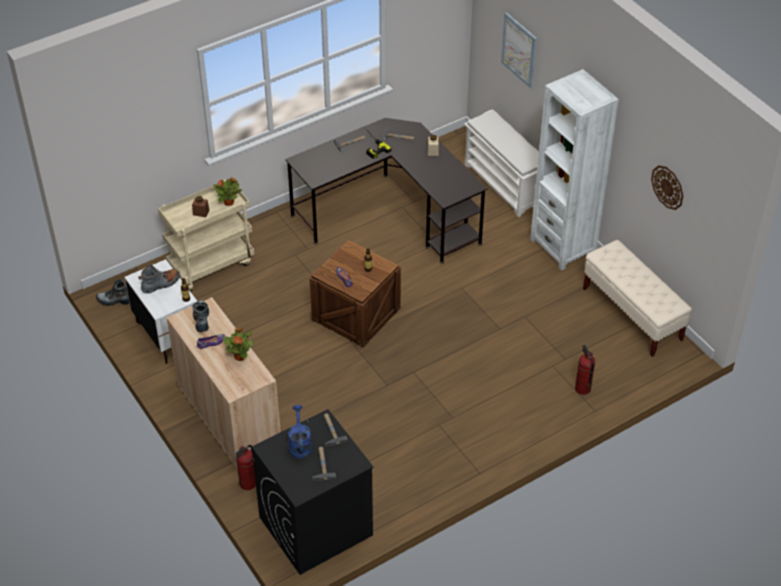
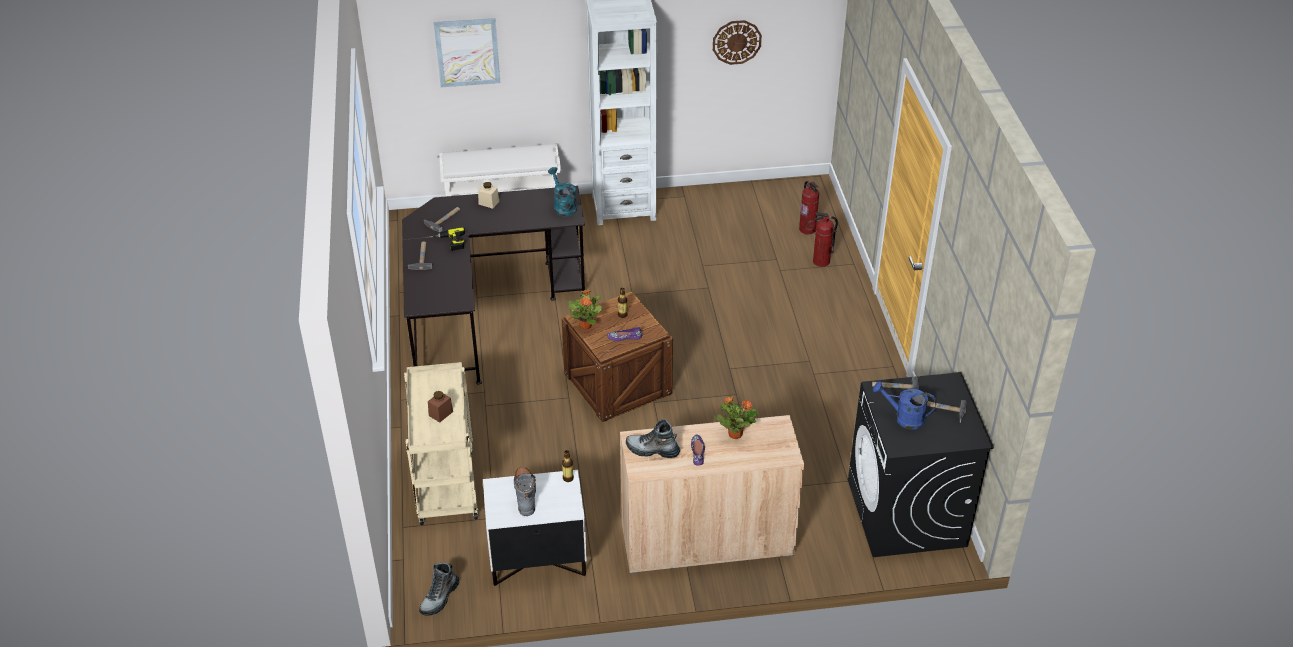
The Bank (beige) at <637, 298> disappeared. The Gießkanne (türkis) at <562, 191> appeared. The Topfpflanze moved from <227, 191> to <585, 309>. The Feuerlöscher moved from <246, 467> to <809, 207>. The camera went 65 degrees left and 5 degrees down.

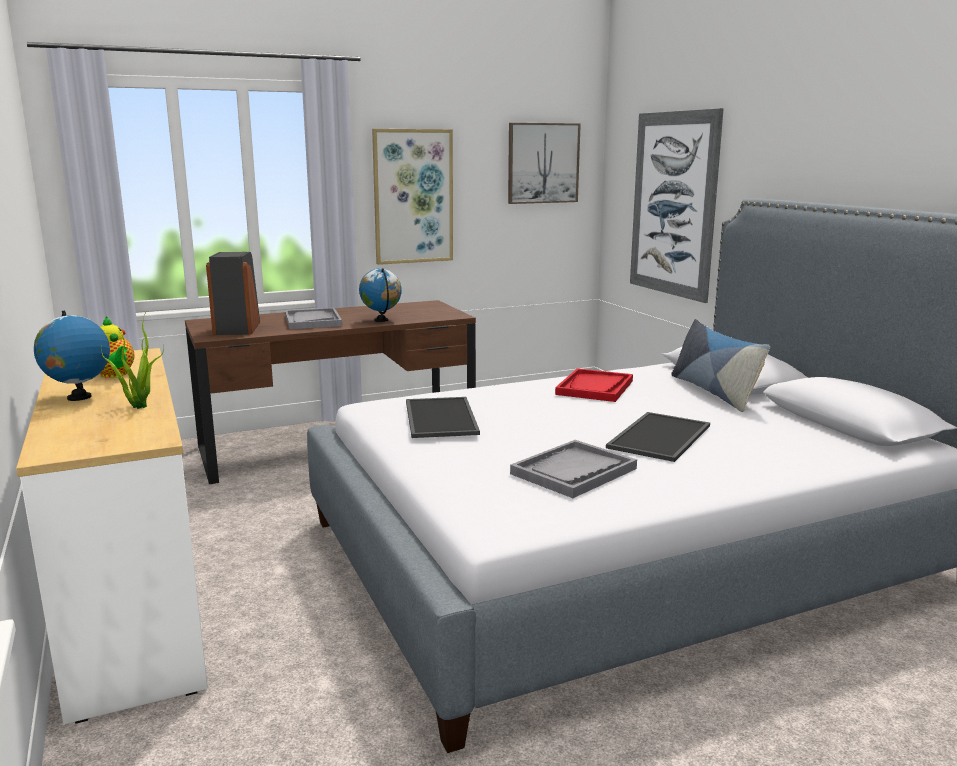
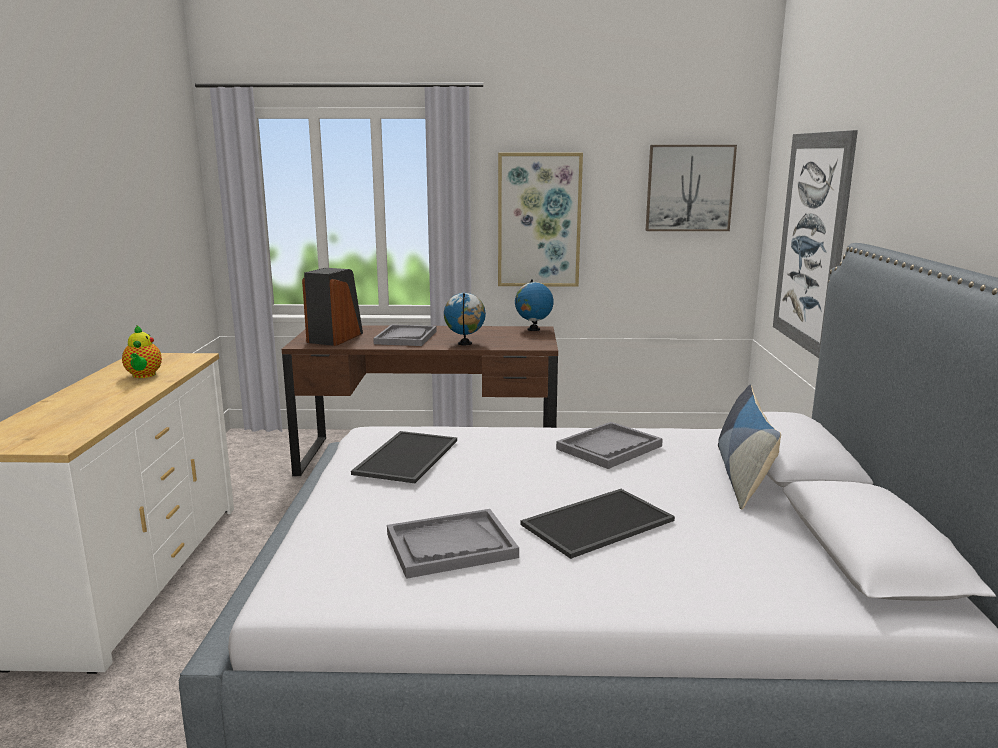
The Topfpflanze at <132, 360> disappeared. The Globus moved from <72, 356> to <534, 305>. The Tablett (rot) at <594, 385> became the Tablett (grau) at <609, 445>. The camera went 25 degrees right and 0 degrees up.

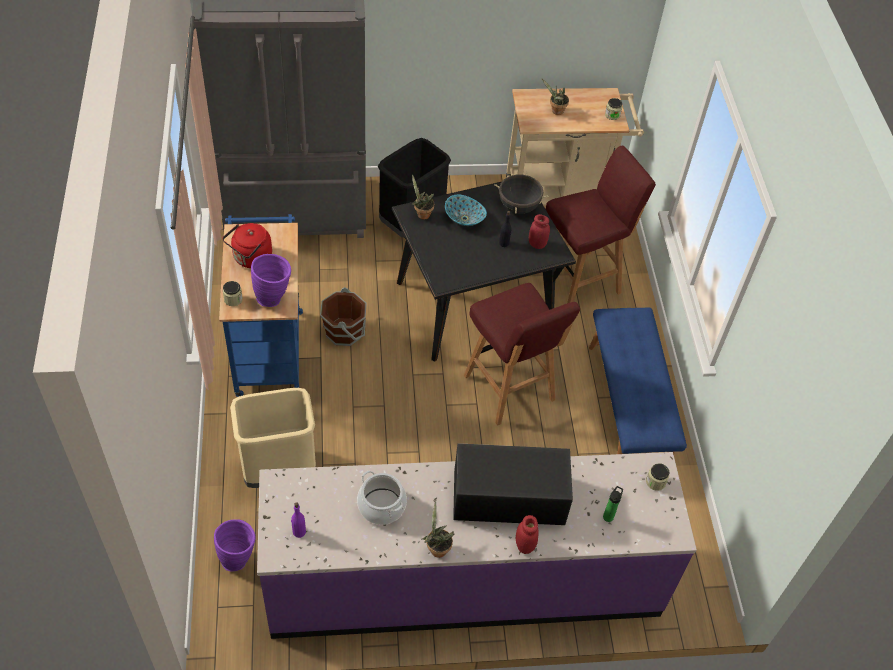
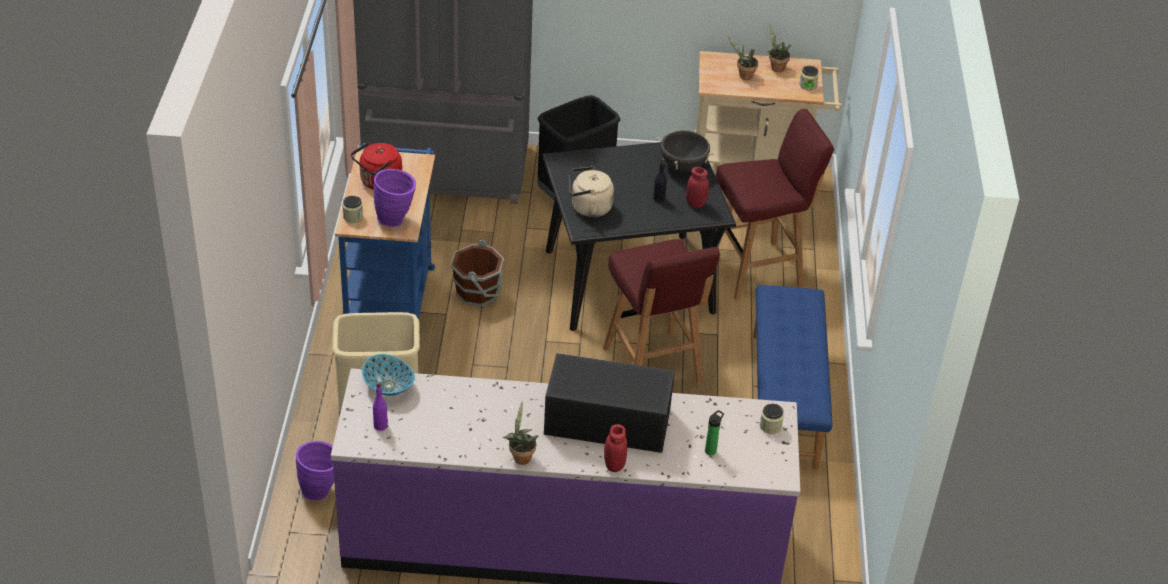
The Kochtopf at <382, 498> disappeared. The Wasserkessel (beige) at <592, 192> appeared. The Topfpflanze moved from <423, 197> to <779, 48>. The Schüssel moved from <466, 210> to <388, 375>. The camera went 10 degrees right and 10 degrees down.

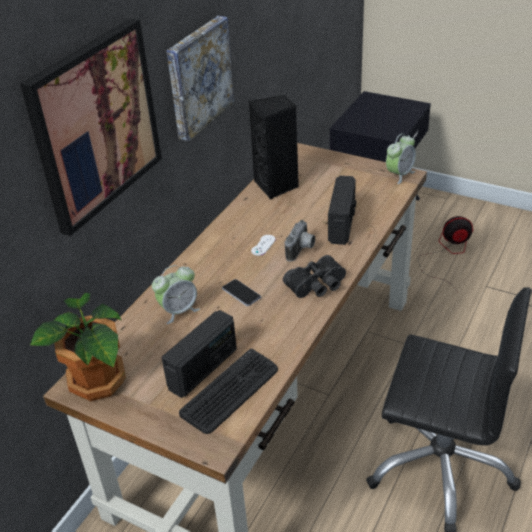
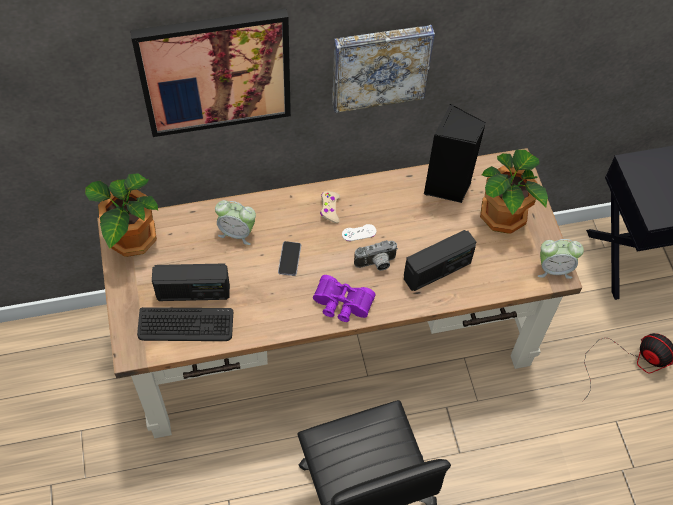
The Gamepad (beige) at <330, 207> appeared. The Topfpflanze at <514, 192> appeared. The Fernglas (schwarz) at <314, 276> became the Fernglas (lila) at <344, 298>. The camera went 45 degrees right and 20 degrees up.

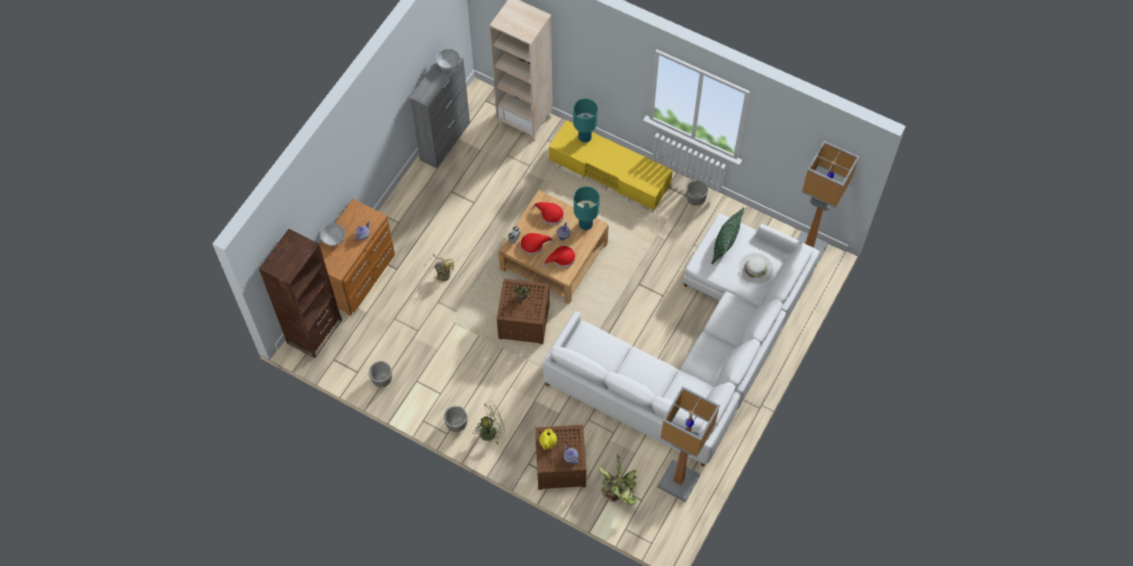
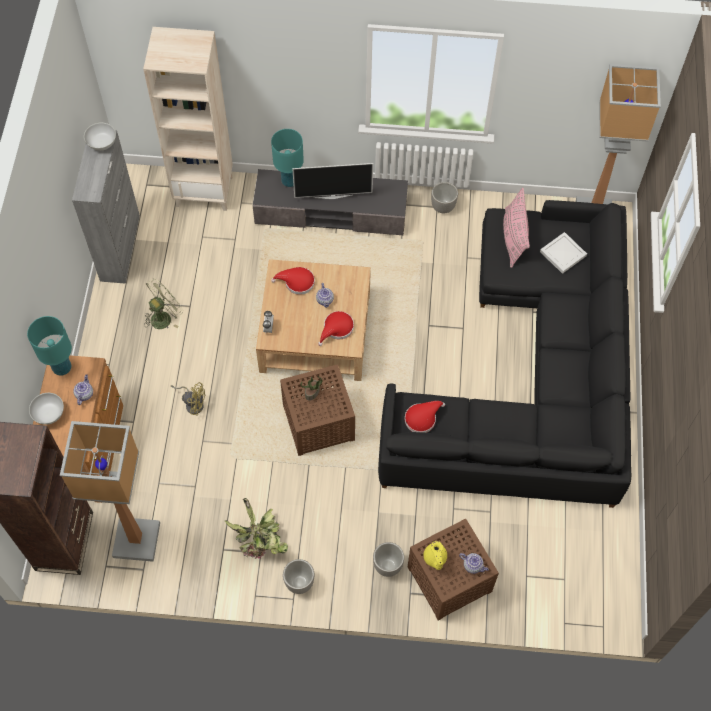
The Fernseher at <332, 181> appeared. The Pflanzkübel moved from <380, 374> to <388, 559>. The Ventilator (grün) moved from <489, 423> to <163, 304>. The Hut (rot) moved from <537, 244> to <425, 417>. The Tischlampe (türkis) moved from <586, 208> to <49, 346>. The Topfpflanze moved from <617, 480> to <256, 528>. The Stehlampe moved from <688, 444> to <110, 491>. The Hut (weiß) at <756, 268> was replaced by the Tablett (weiß) at <563, 253>. The Sofa (weiß) at <681, 340> became the Sofa (schwarz) at <504, 354>. The Fernsehschrank (gelb) at <611, 165> became the Fernsehschrank (grau) at <330, 202>. The Kissen (grün) at <728, 235> became the Kissen (rosa) at <516, 227>. The camera went 25 degrees left and 0 degrees up.

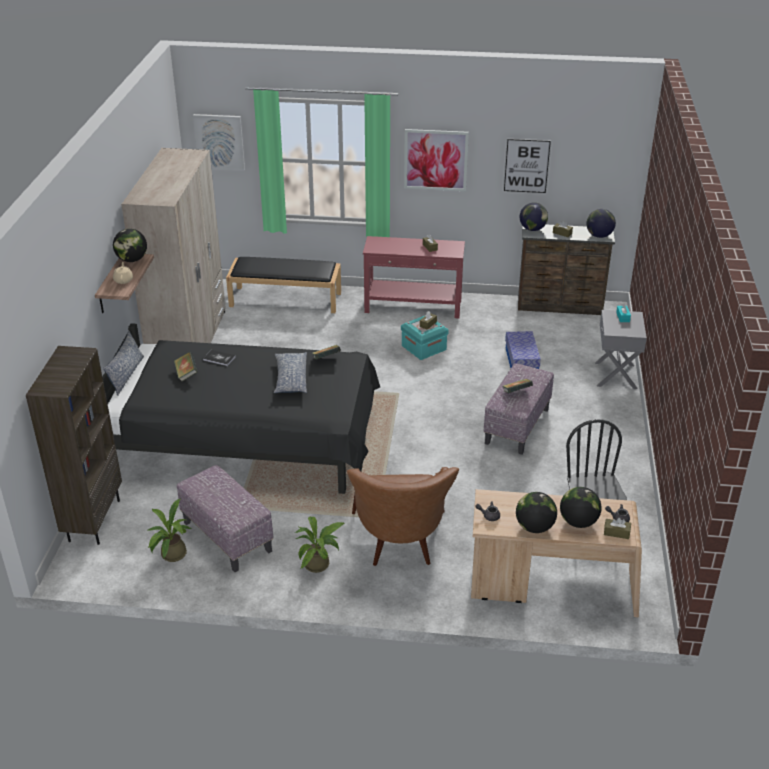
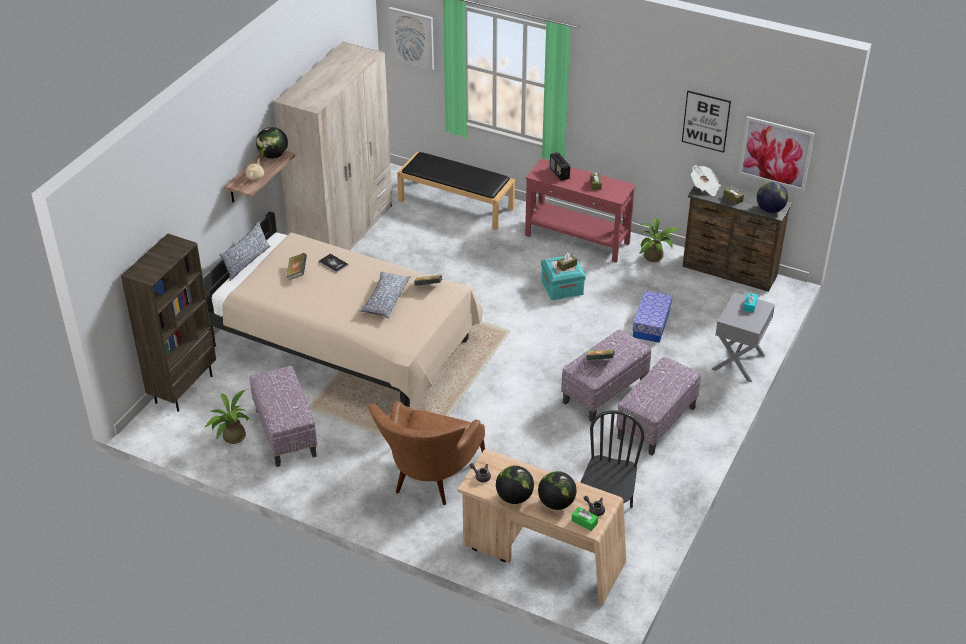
The Radio at <560, 166> appeared. The Polsterhocker at <658, 406> appeared. The Topfpflanze moved from <319, 544> to <659, 240>. The Bild moved from <436, 160> to <776, 153>. The Globus at <534, 216> was replaced by the Zeitung at <706, 180>. The Bett (schwarz) at <241, 408> became the Bett (beige) at <343, 310>. The Taschentuchbox (braun) at <617, 528> became the Taschentuchbox (grün) at <584, 519>. The camera went 20 degrees right and 5 degrees up.

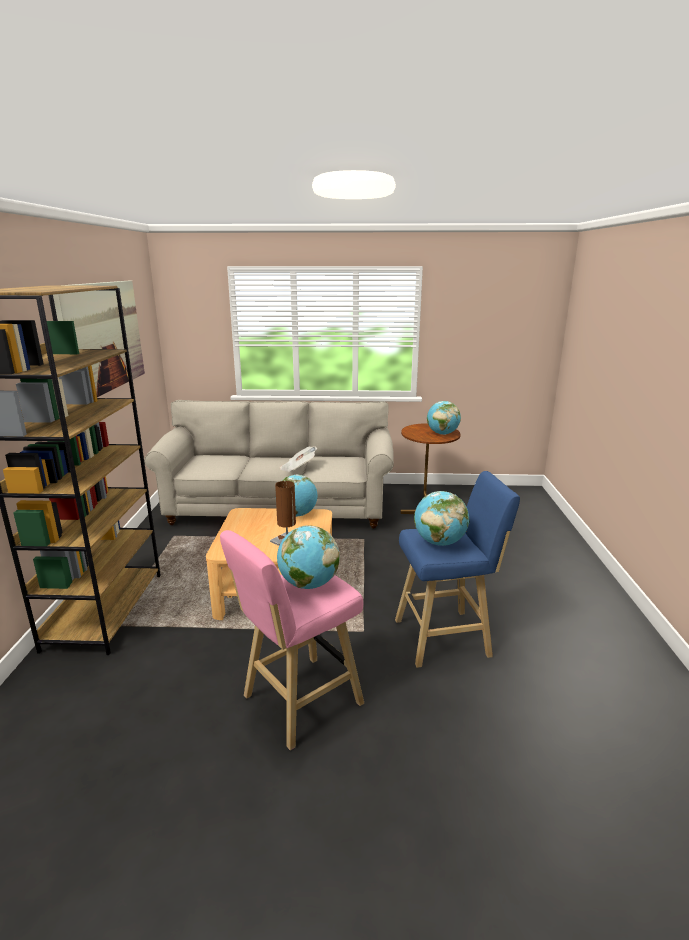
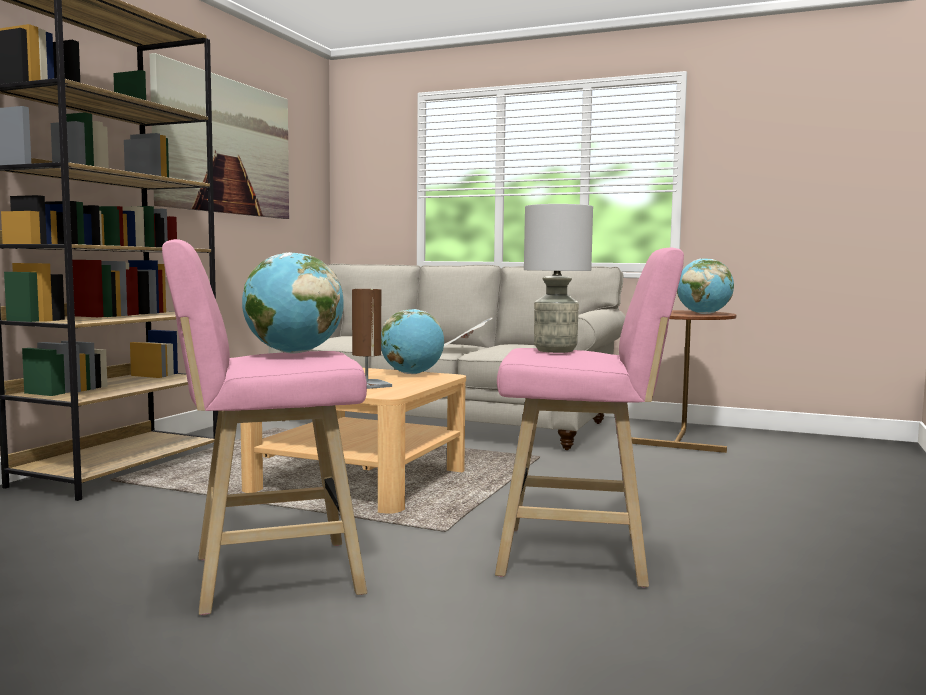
The Globus at <441, 518> was replaced by the Tischlampe (grau) at <558, 278>. The Hocker (blau) at <457, 569> became the Hocker (rosa) at <589, 418>. The camera went 20 degrees right and 15 degrees down.

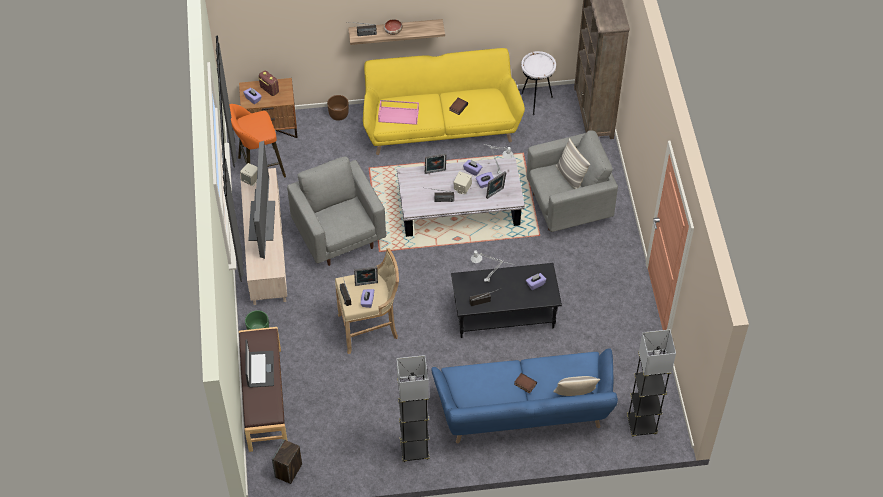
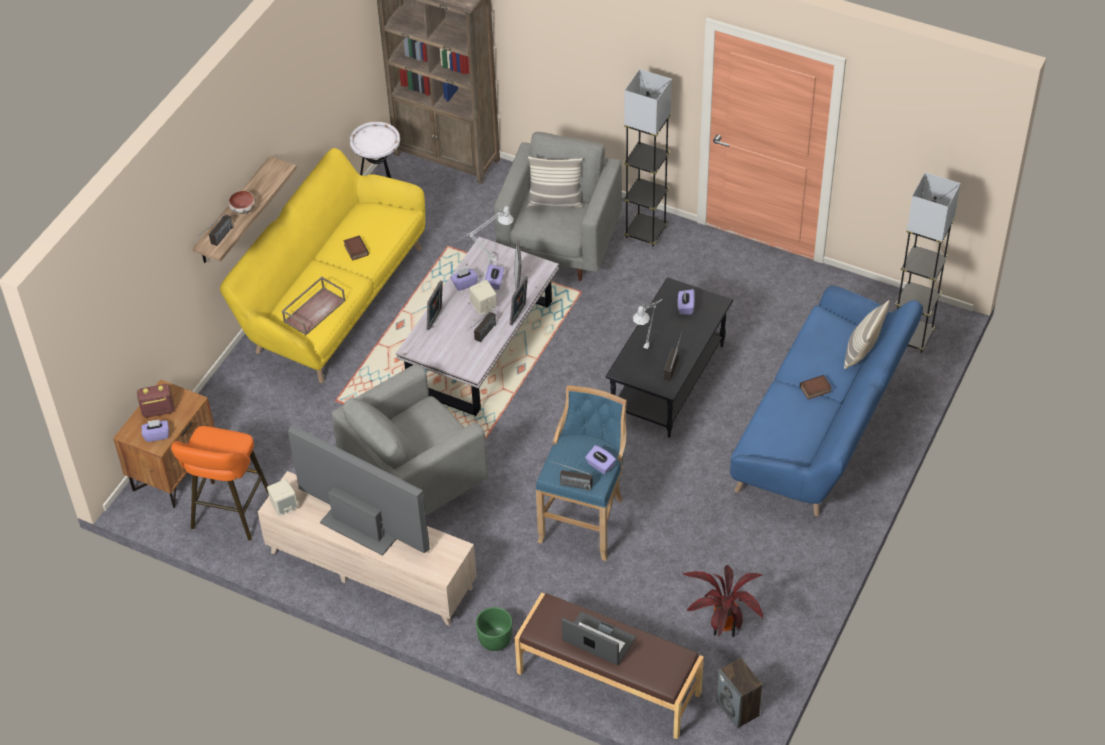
The Pflanzkübel (braun) at <338, 108> disappeared. The Topfpflanze at <723, 601> appeared. The Bilderrahmen moved from <366, 276> to <519, 300>. The Stehlampe (grau) moved from <413, 408> to <648, 158>. The Hocker (beige) at <367, 301> became the Hocker (blau) at <581, 473>. The Tablett (rosa) at <398, 112> became the Tablett (braun) at <314, 306>. The Sessel (grau) at <336, 211> turned 45 degrees counterclockwise. The camera went 55 degrees left and 5 degrees down.

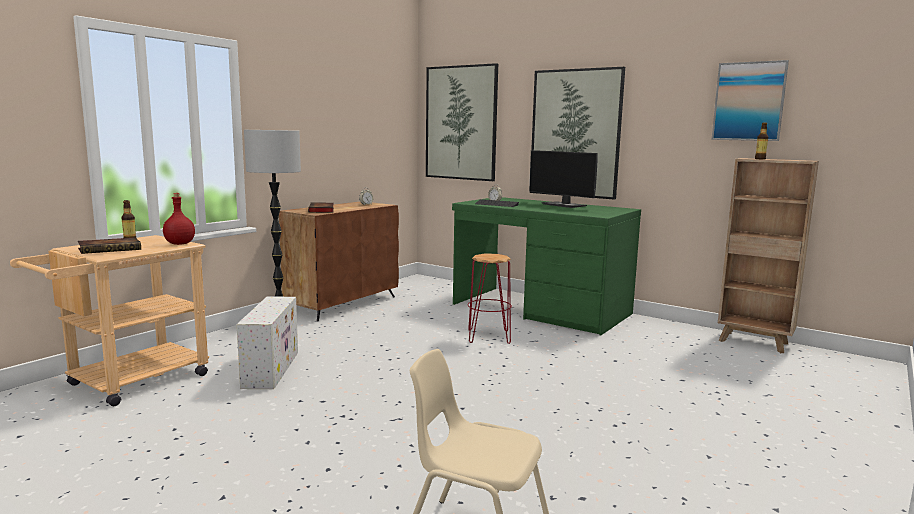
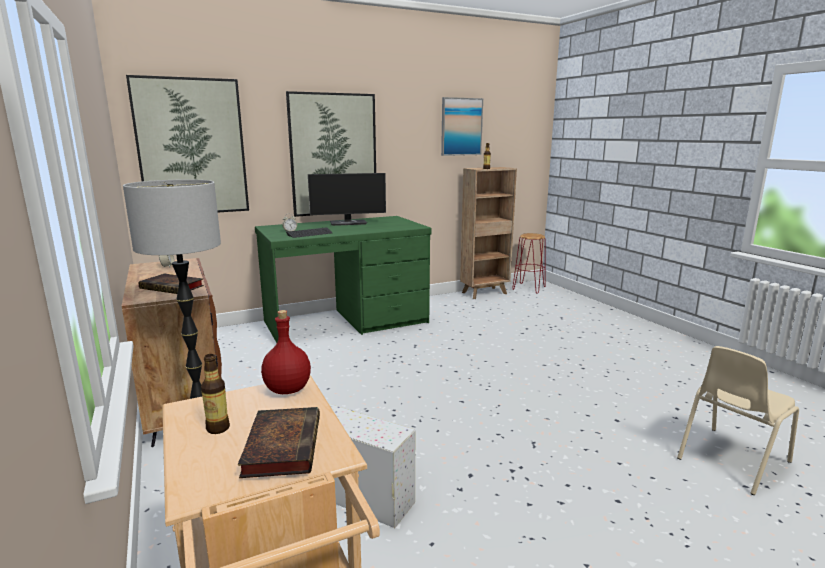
The Hocker (rot) moved from <490, 298> to <529, 263>. The camera went 60 degrees left and 5 degrees up.

